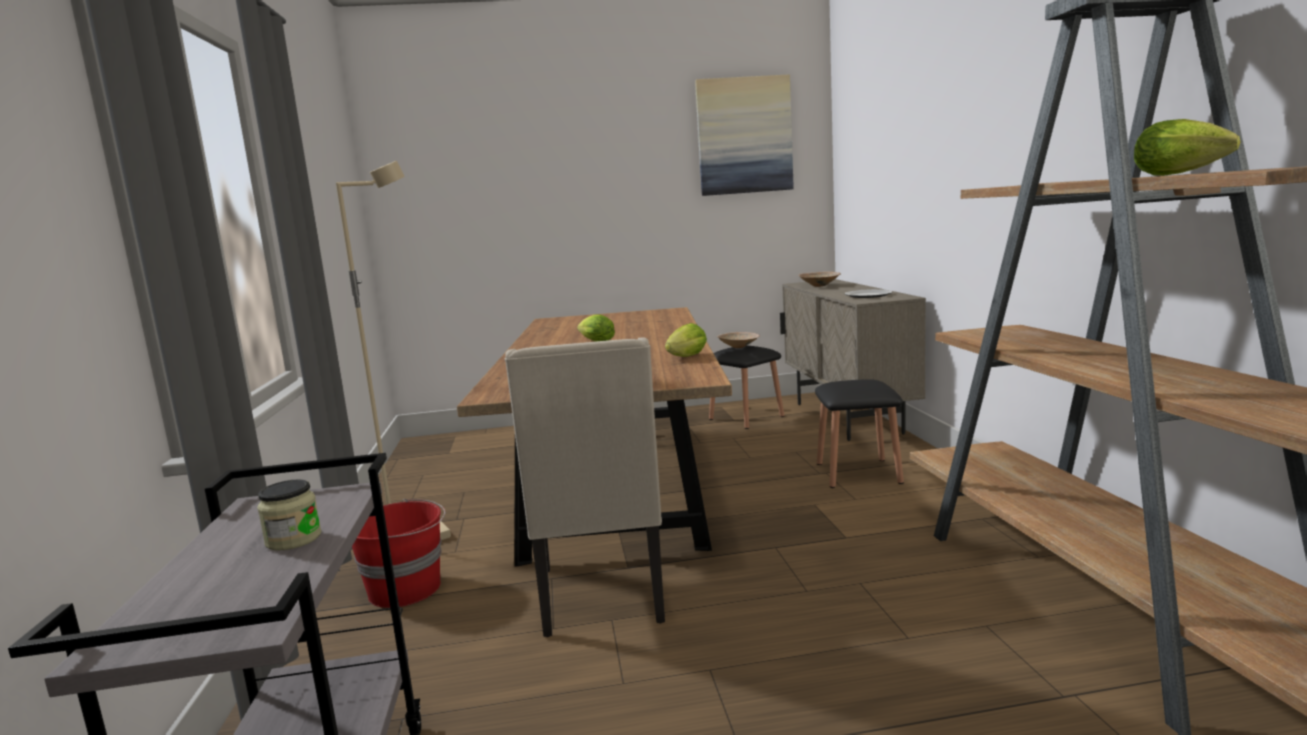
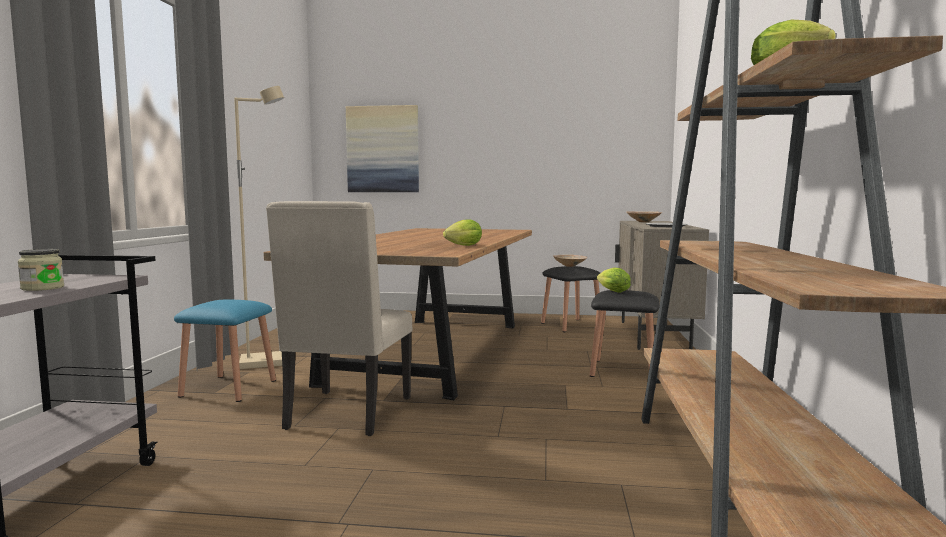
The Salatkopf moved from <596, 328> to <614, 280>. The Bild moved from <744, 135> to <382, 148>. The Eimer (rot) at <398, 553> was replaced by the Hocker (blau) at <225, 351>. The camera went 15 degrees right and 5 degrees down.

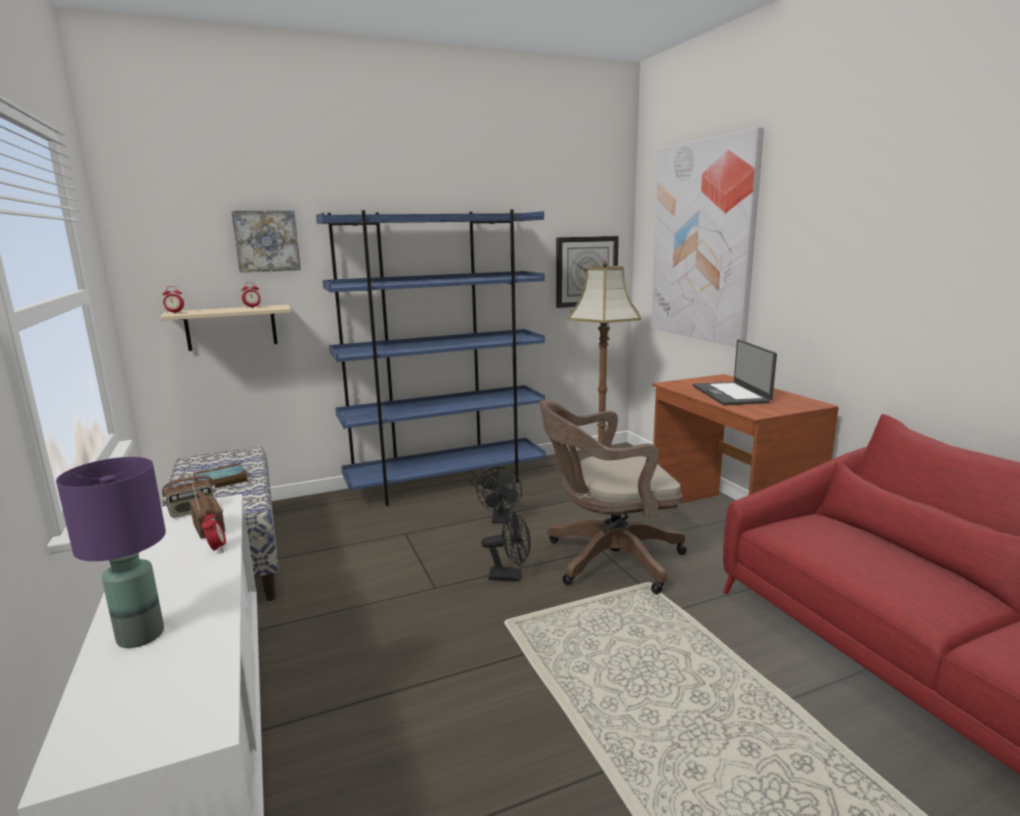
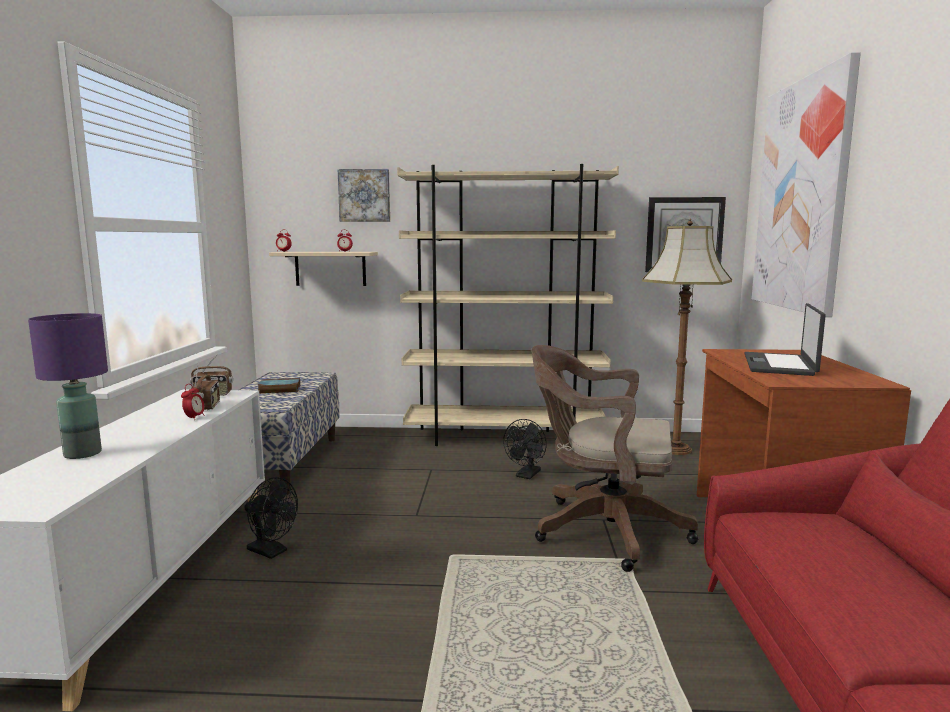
The Ventilator (schwarz) moved from <506, 546> to <271, 518>. The Bücherregal (blau) at <430, 357> became the Bücherregal (beige) at <508, 305>. The camera went 25 degrees right and 5 degrees down.

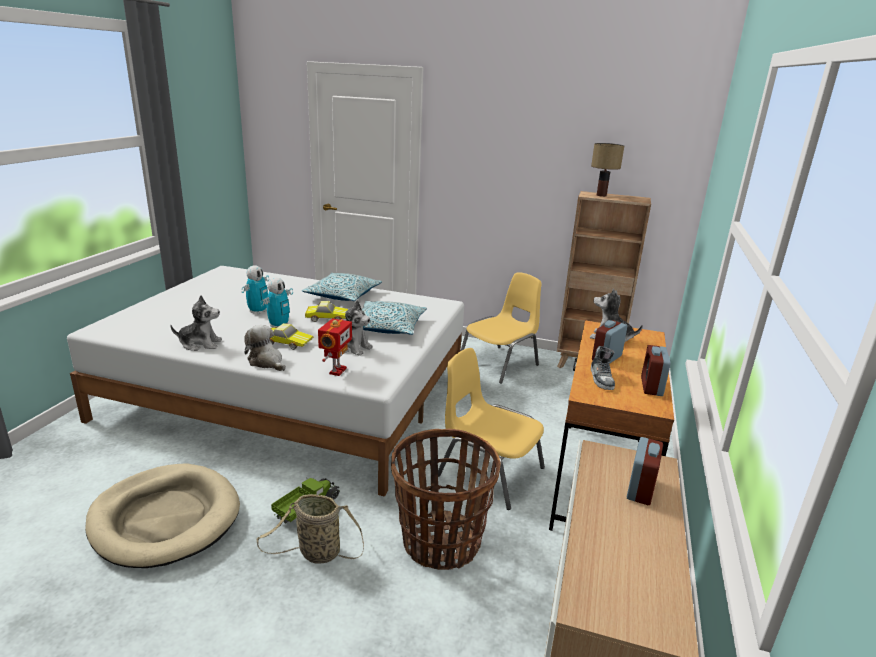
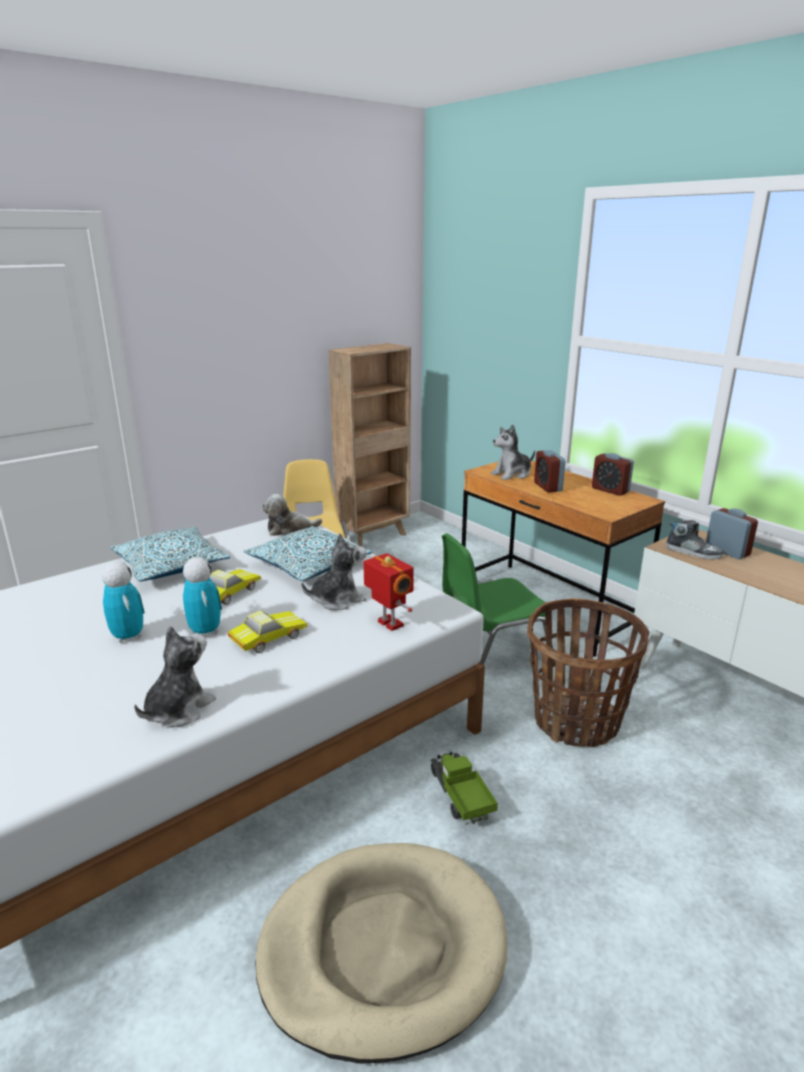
The Korb at <310, 529> disappeared. The Tischlampe at <607, 170> disappeared. The Plüschtier moved from <265, 348> to <292, 515>. The Schuh moved from <603, 368> to <694, 540>. The Stuhl (gelb) at <491, 429> became the Stuhl (grün) at <499, 599>. The camera went 55 degrees left and 0 degrees up.

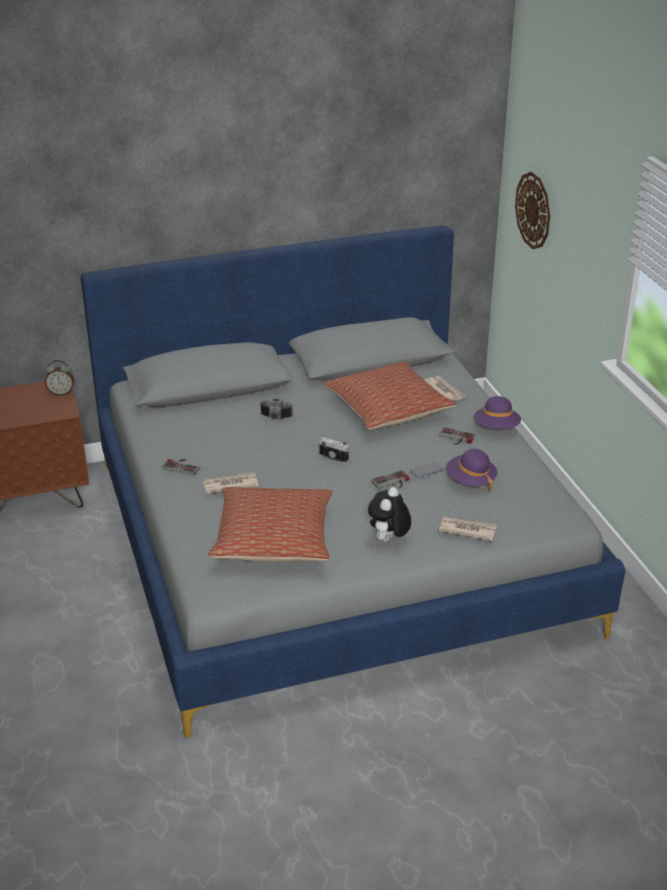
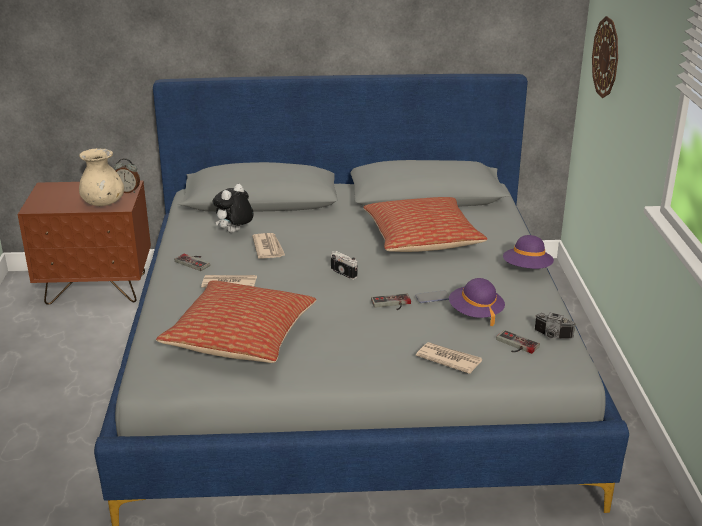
The Vase (beige) at <101, 177> appeared. The Kamera moved from <276, 408> to <555, 325>. The Plüschtier moved from <389, 514> to <233, 208>. The Zeitung moved from <444, 388> to <268, 246>. The Gamepad moved from <457, 435> to <518, 342>. The camera went 15 degrees right and 5 degrees down.

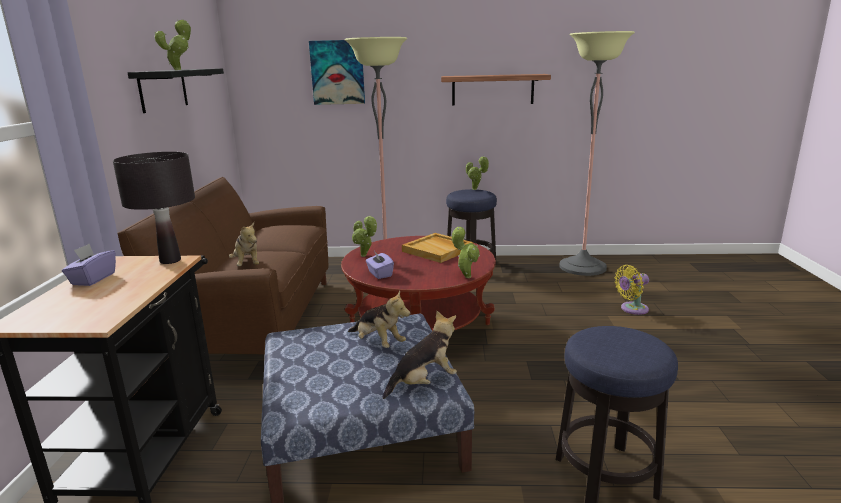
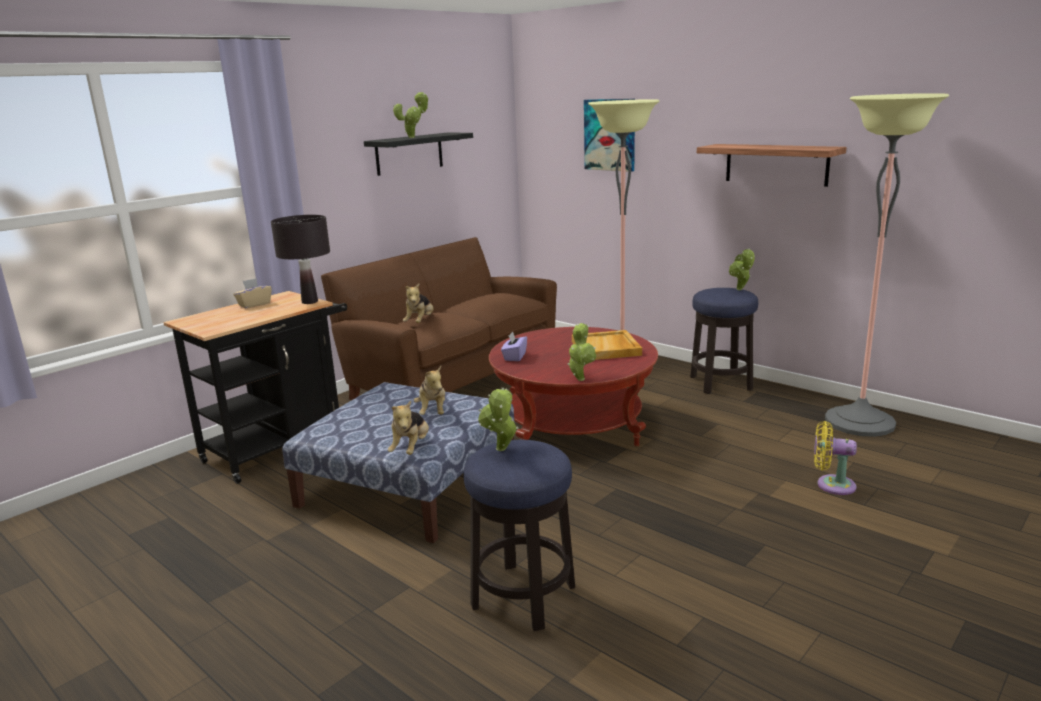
The Topfpflanze moved from <364, 236> to <498, 419>. The Taschentuchbox (lila) at <89, 265> became the Taschentuchbox (beige) at <252, 293>. The Plüschtier at <419, 355> turned 90 degrees clockwise. The camera went 40 degrees right and 0 degrees up.

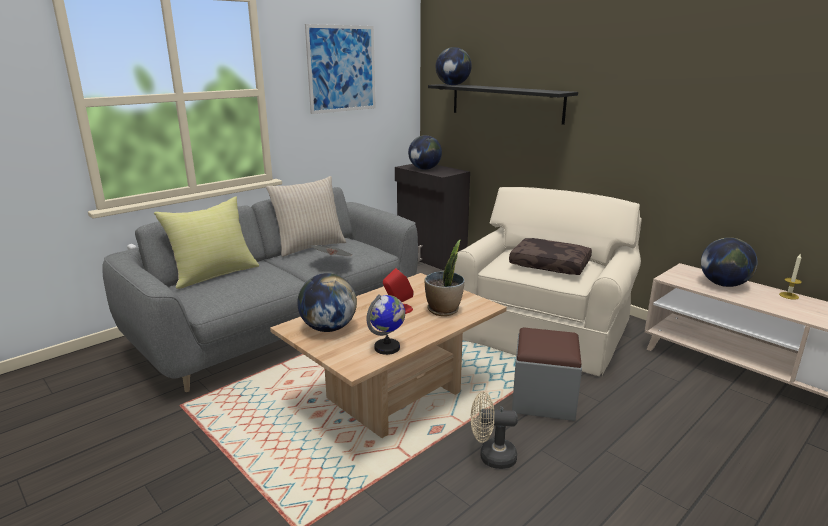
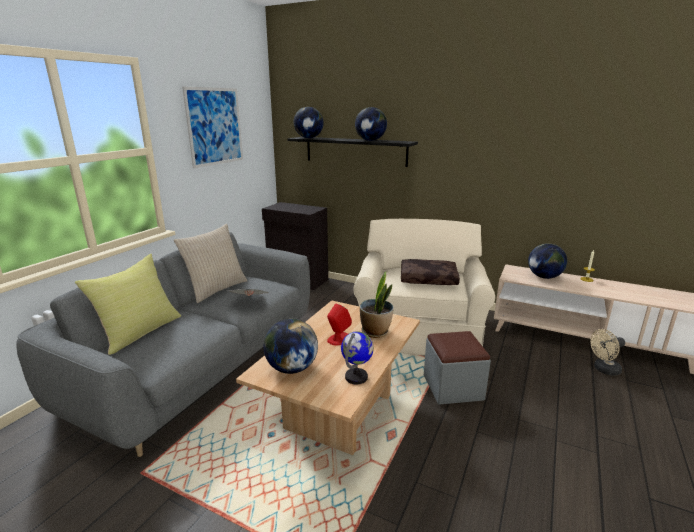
The Globus moved from <425, 152> to <371, 124>. The Ventilator (beige) moved from <494, 430> to <607, 352>. The camera went 20 degrees left and 0 degrees up.

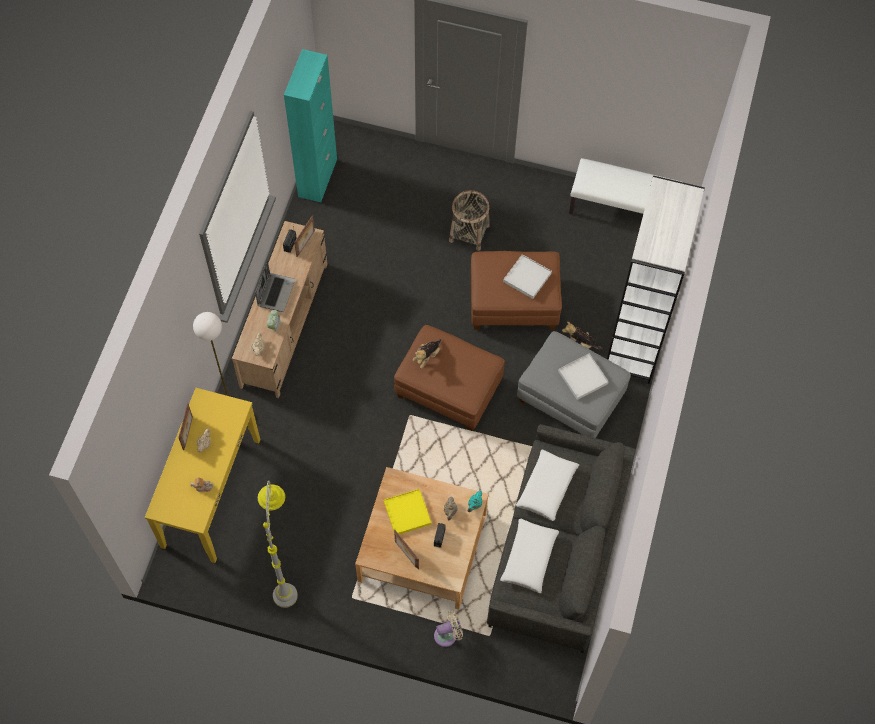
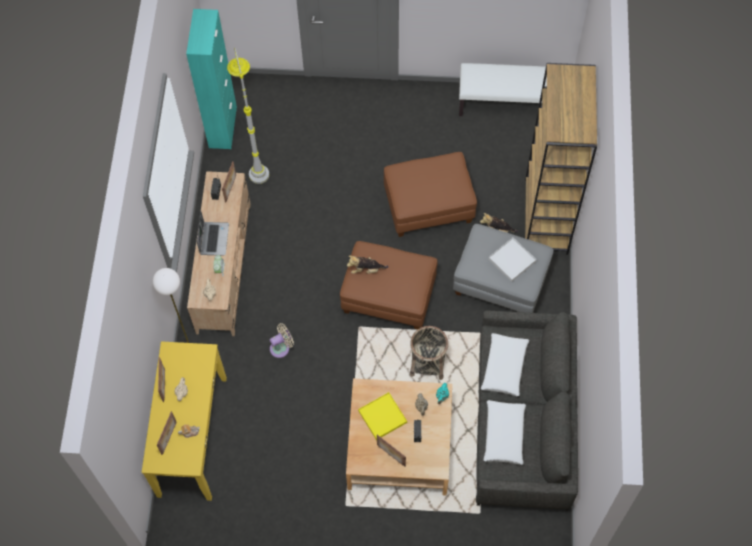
The Tablett (weiß) at <527, 276> disappeared. The Bilderrahmen at <166, 433> appeared. The Stehlampe (grau) moved from <278, 544> to <248, 116>. The Ventilator (beige) moved from <448, 628> to <282, 340>. The Korb moved from <469, 220> to <429, 353>. The Bücherregal (weiß) at <656, 279> became the Bücherregal (braun) at <561, 159>. The Plüschtier at <427, 354> turned 60 degrees clockwise. The camera went 10 degrees left and 0 degrees up.

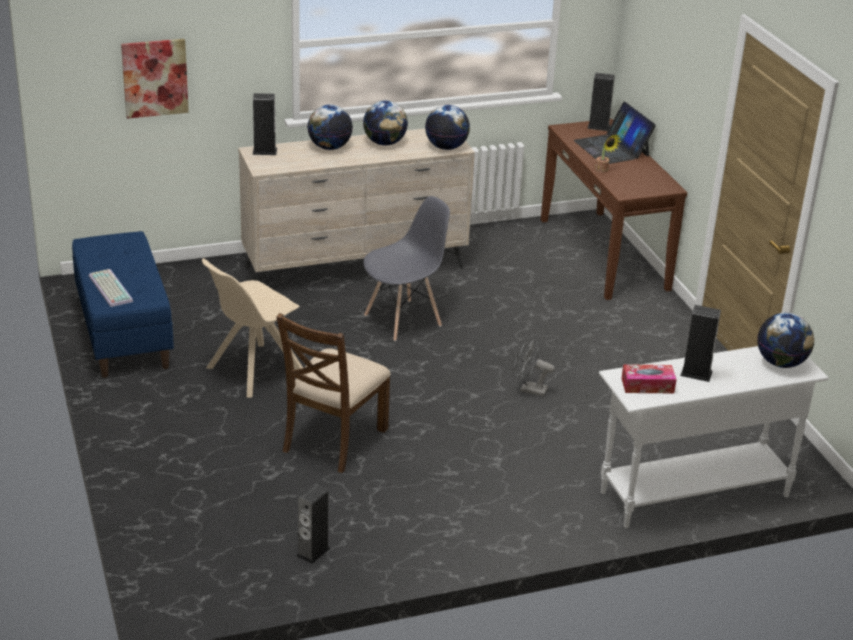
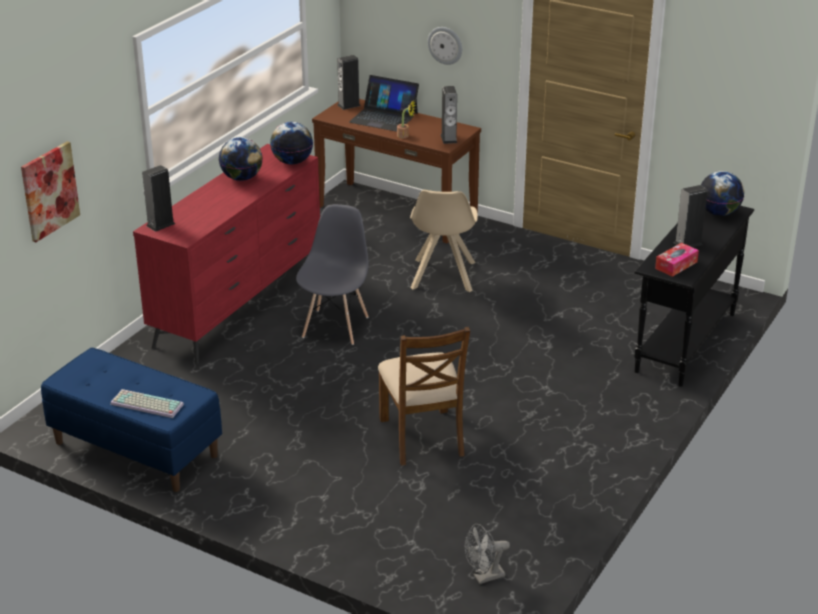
The Globus at <330, 127> disappeared. The Wanduhr at <444, 46> appeared. The Stuhl (beige) moved from <252, 328> to <444, 241>. The Lautsprecher moved from <313, 524> to <449, 115>. The Ventilator (grau) moved from <534, 367> to <487, 554>. The Kommode (beige) at <356, 206> became the Kommode (rot) at <226, 254>. The Konsolentisch (weiß) at <714, 437> became the Konsolentisch (schwarz) at <694, 296>. The camera went 40 degrees left and 0 degrees up.

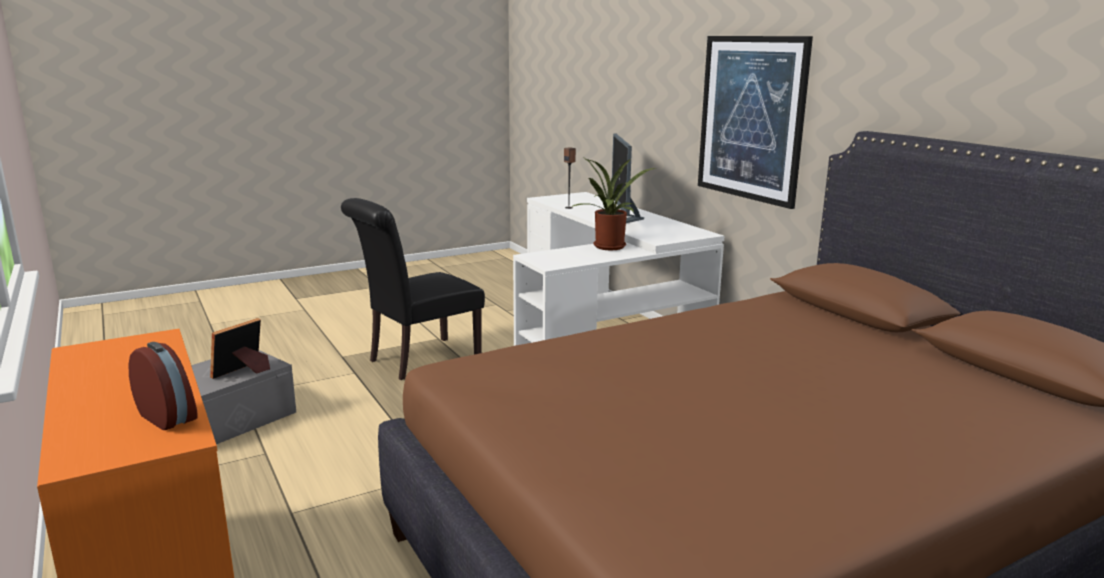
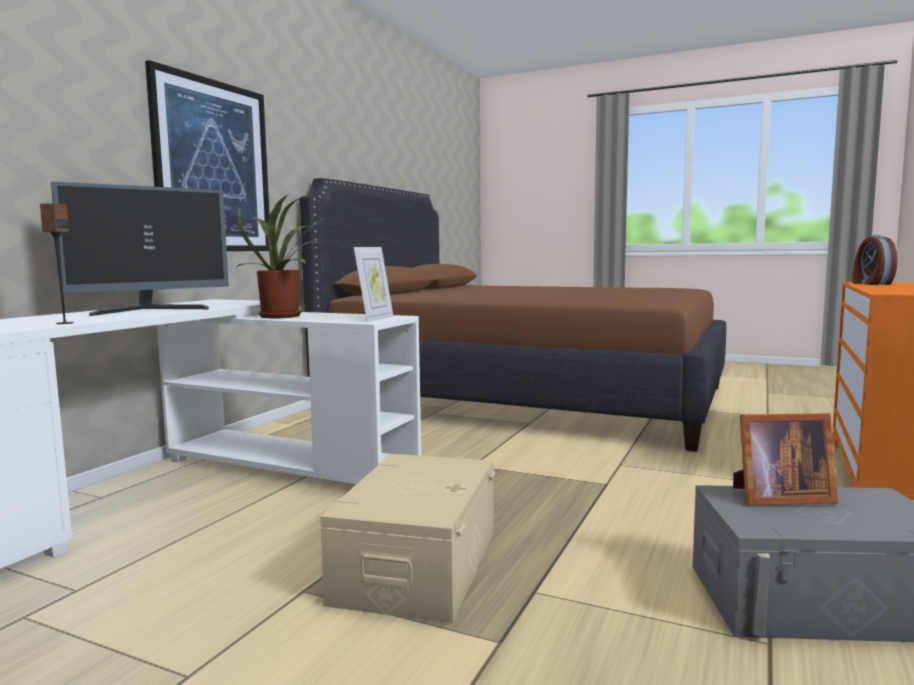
The Bilderrahmen at <373, 284> appeared. The Stuhl (schwarz) at <413, 289> was replaced by the Aufbewahrungsbox (beige) at <408, 538>. The camera went 125 degrees left and 10 degrees down.

